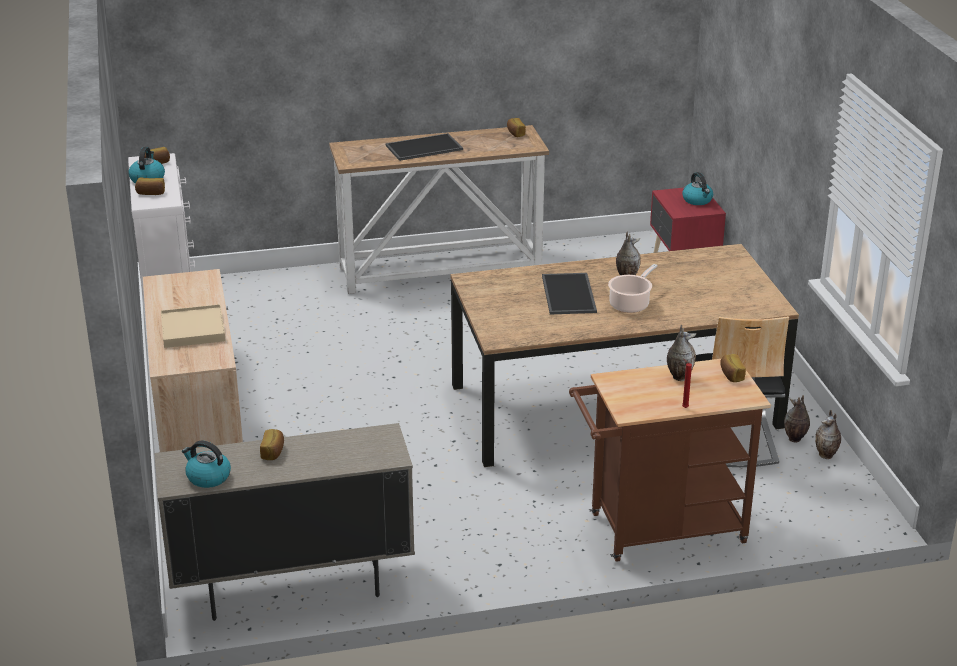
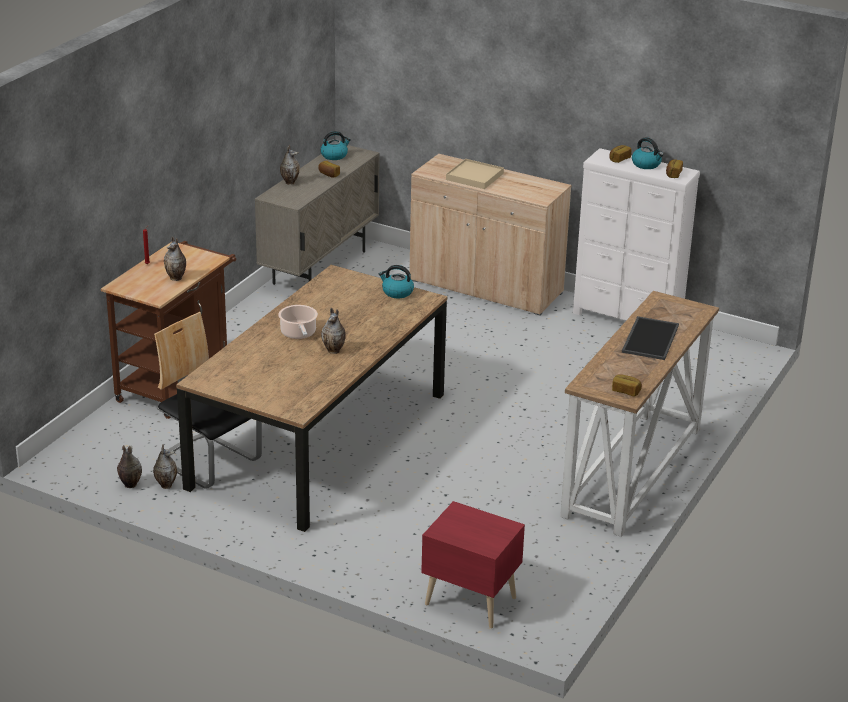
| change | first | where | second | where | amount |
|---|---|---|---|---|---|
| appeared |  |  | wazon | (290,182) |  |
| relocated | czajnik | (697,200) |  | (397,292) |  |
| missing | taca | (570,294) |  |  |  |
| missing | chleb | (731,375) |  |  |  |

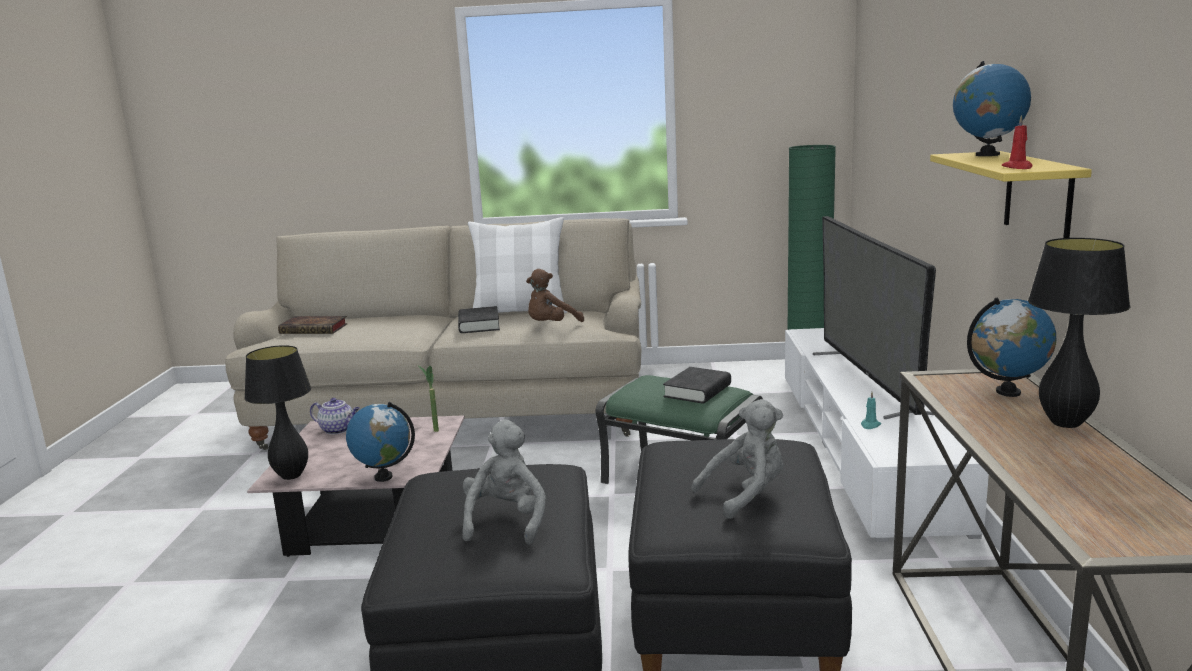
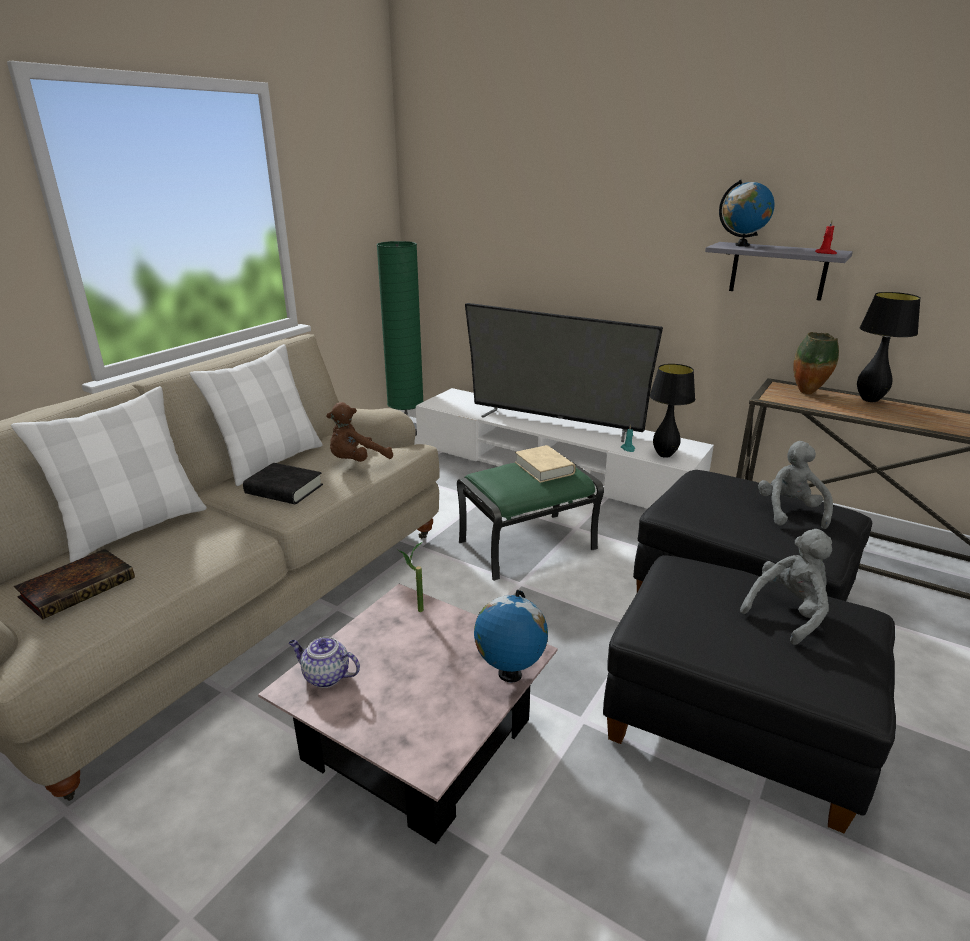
| change | first | where | second | where | amount |
|---|---|---|---|---|---|
| appeared |  |  | poduszka [biały] | (134,527) |  |
| spun | imbryk | (338,430) |  | (325,676) | 120 degrees counterclockwise |
| spun | pluszak [brązowy] | (551,326) |  | (357,462) | 60 degrees clockwise |
| colour | książka [czarny] | (697,391) | książka [beżowy] | (544,468) |  |
| relocated | lampa stołowa [czarny] | (291,476) |  | (664,455) |  |
| colour | półka [żółty] | (1038,197) | półka [szary] | (778,271) |  |
| spun | pluszak [szary] | (506,522) |  | (788,613) | 105 degrees clockwise |
| exchanged | globus | (1008,392) | wazon | (808,393) |  |

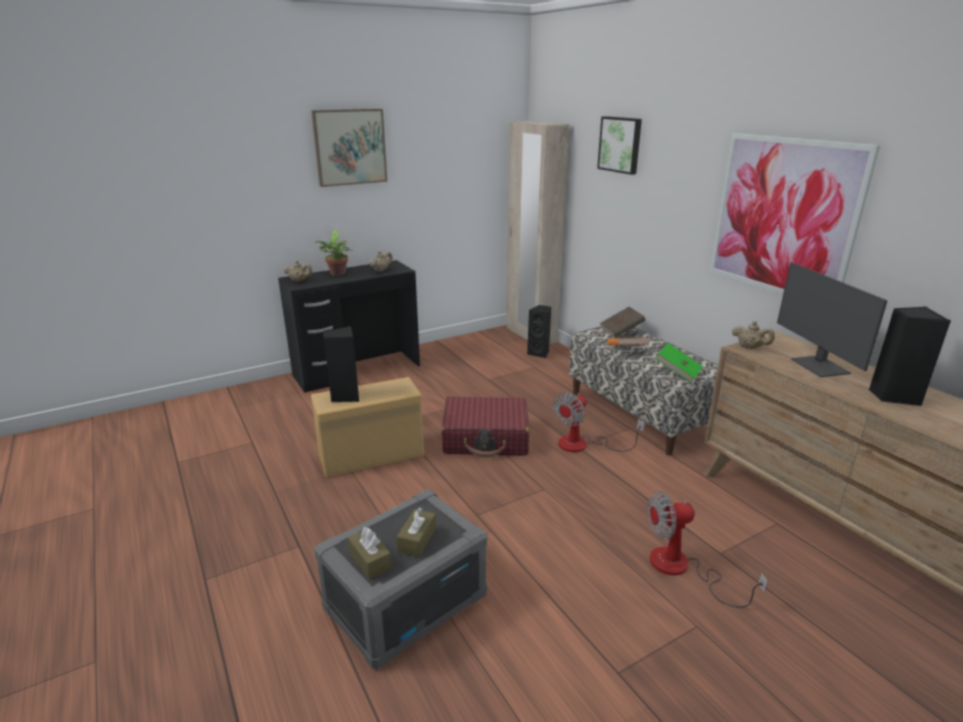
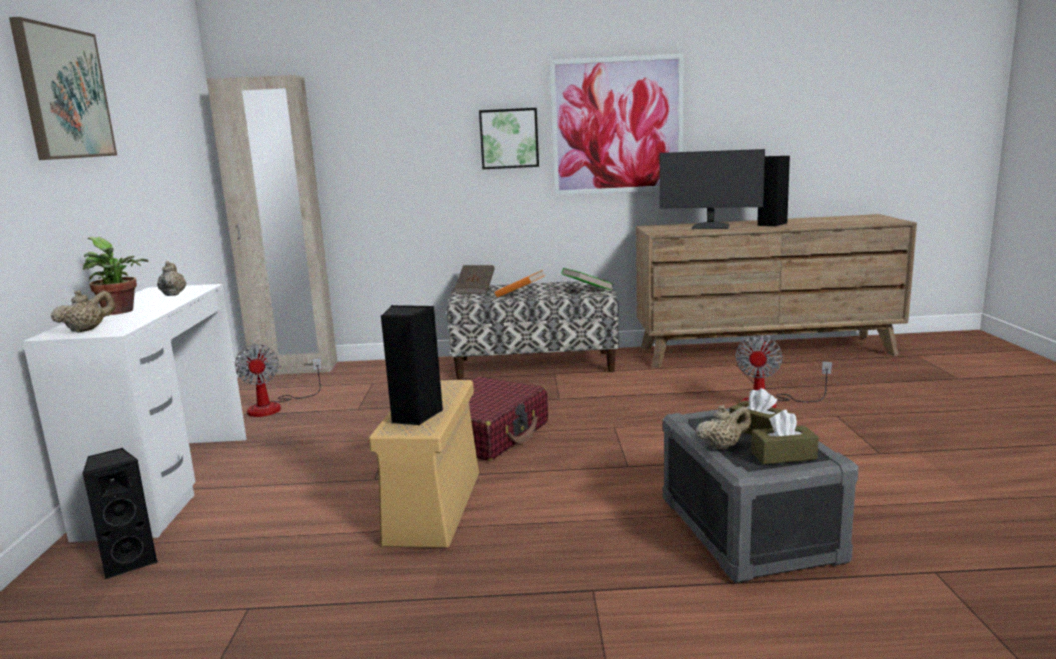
| change | first | where | second | where | amount |
|---|---|---|---|---|---|
| colour | biurko [czarny] | (357,370) | biurko [biały] | (169,483) |  |
| relocated | głośnik [czarny] | (539,353) |  | (130,561) |  |
| relocated | wentylator | (583,445) |  | (274,406) |  |
| relocated | obraz | (620,144) |  | (509,138) |  |
| relocated | imbryk [beżowy] | (750,347) |  | (722,447) |  |

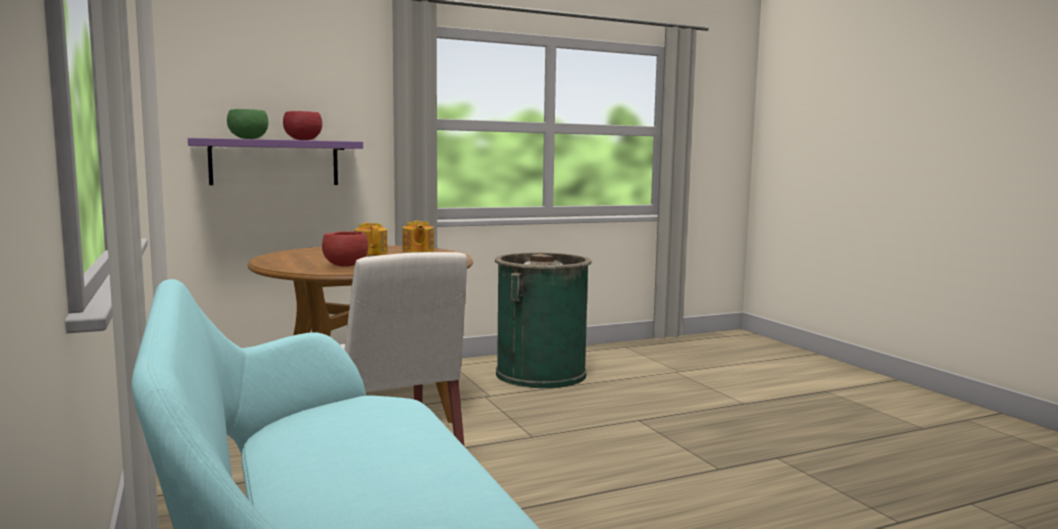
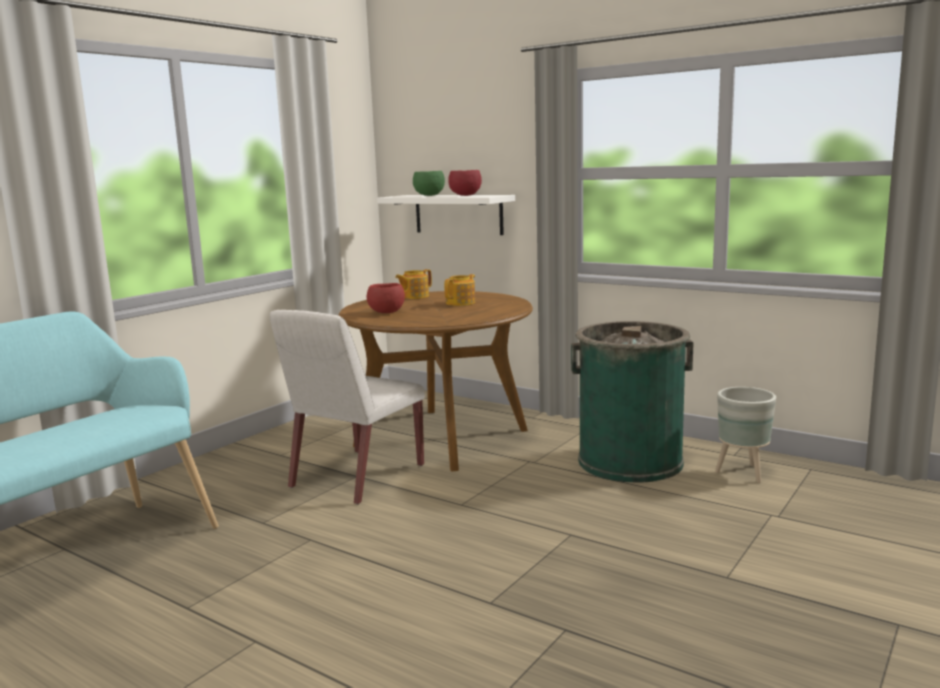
| change | first | where | second | where | amount |
|---|---|---|---|---|---|
| colour | półka [fioletowy] | (274,162) | półka [biały] | (458,214) |  |
| relocated | imbryk | (417,250) |  | (414,296) |  |
| appeared |  |  | donica [szary] | (743,473) |  |

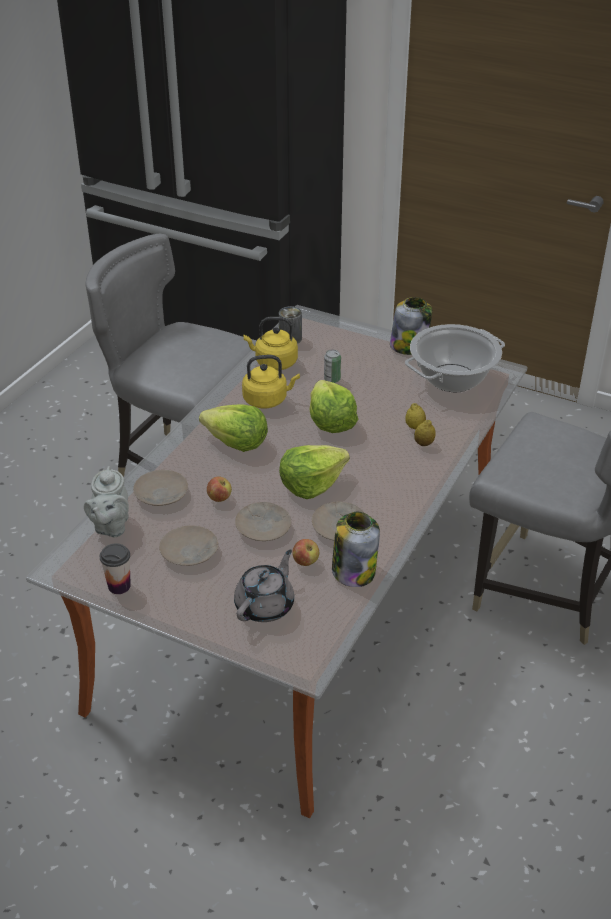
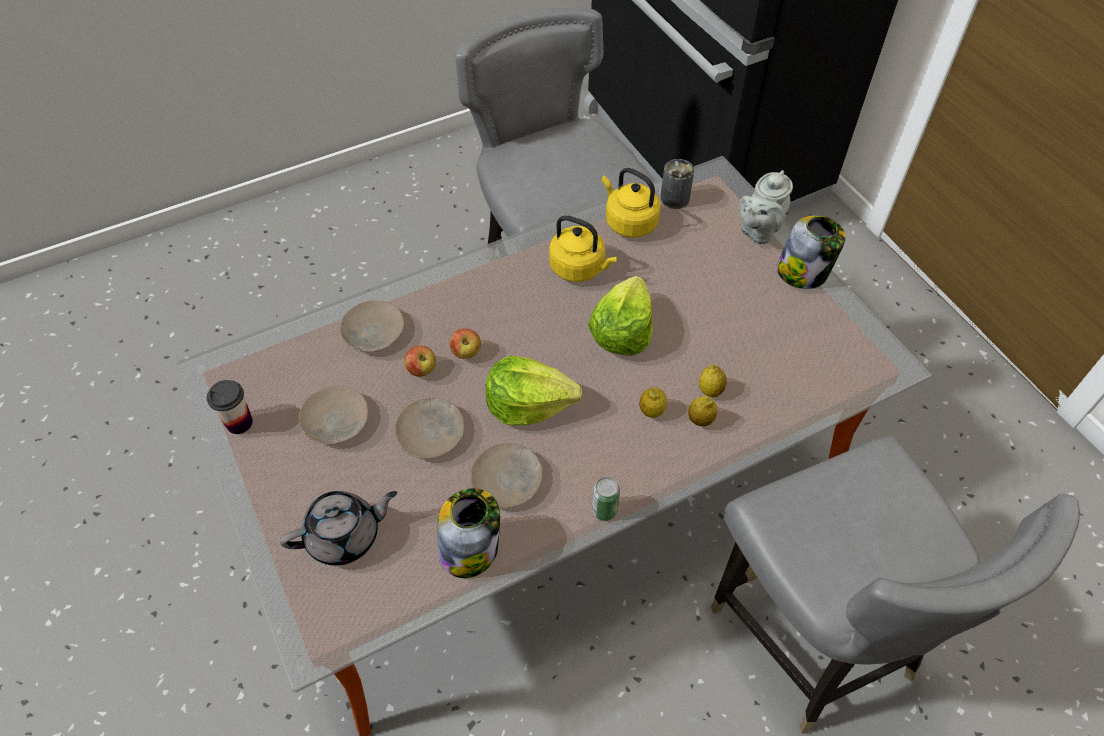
| change | first | where | second | where | amount |
|---|---|---|---|---|---|
| relocated | jabłko | (305,562) |  | (466,352) |  |
| relocated | puszka | (332,379) |  | (604,510) |  |
| appeared |  |  | cytryna | (651,411) |  |
| relocated | imbryk [szary] | (111,526) |  | (758,231) |  |
| missing | sałata | (236,442) |  |  |  |
| missing | garnek | (452,379) |  |  |  |

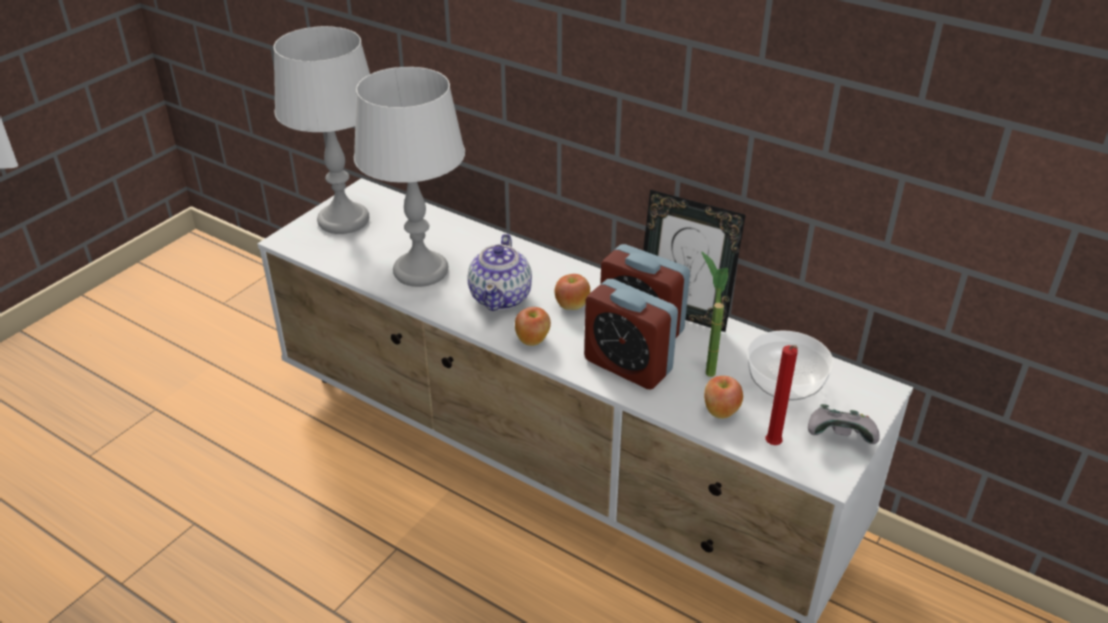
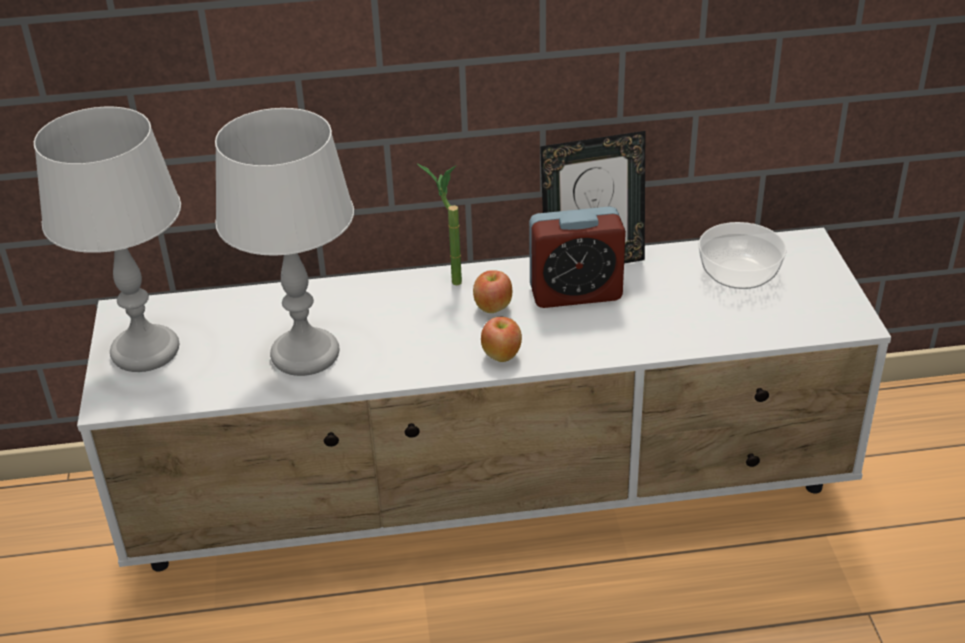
| change | first | where | second | where | amount |
|---|---|---|---|---|---|
| relocated | roślina doniczkowa | (706,367) |  | (447,279) |  |
| missing | imbryk | (501,297) |  |  |  |
| missing | budzik | (628,365) |  |  |  |
| missing | jabłko | (720,411) |  |  |  |
| missing | świeca [czerwony] | (773,446) |  |  |  |
| missing | pad do gier [szary] | (839,438) |  |  |  |

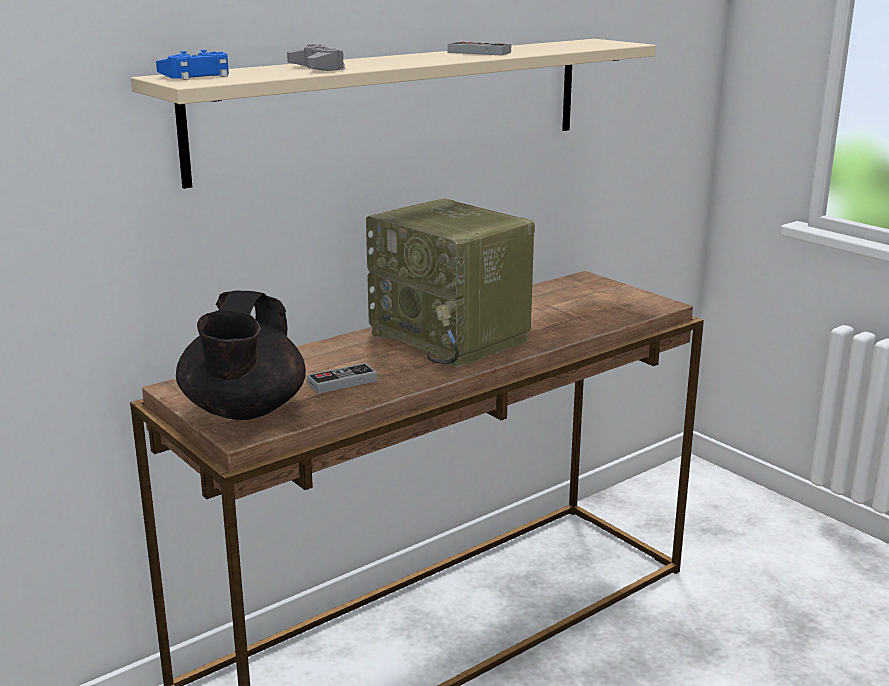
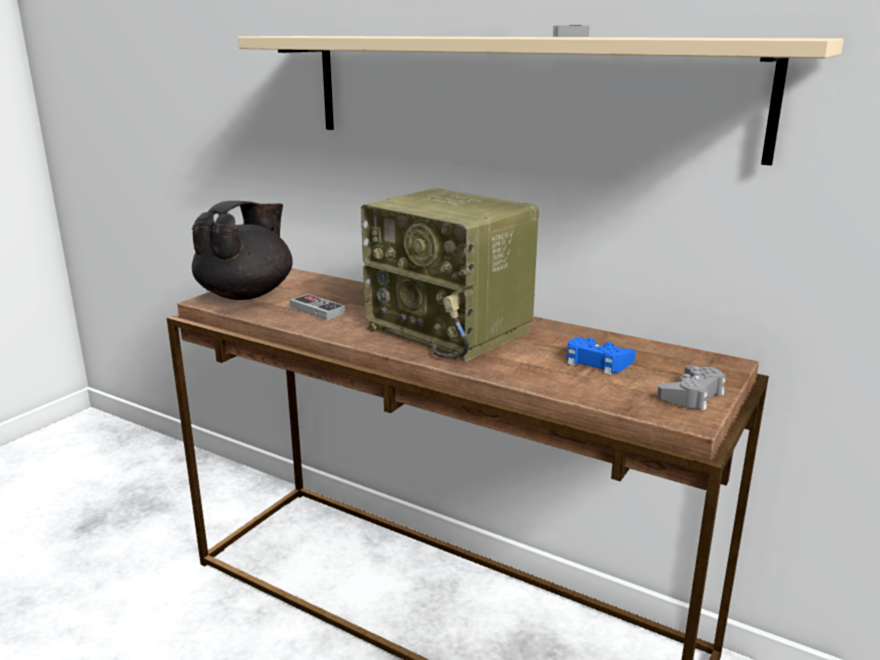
| change | first | where | second | where | amount |
|---|---|---|---|---|---|
| spun | imbryk [czarny] | (244,411) |  | (247,294) | 135 degrees clockwise |
| spun | radio | (452,337) |  | (452,330) | 75 degrees counterclockwise |
| relocated | pad do gier [niebieski] | (197,75) |  | (596,362) |  |
| relocated | pad do gier [szary] | (317,68) |  | (692,395) |  |

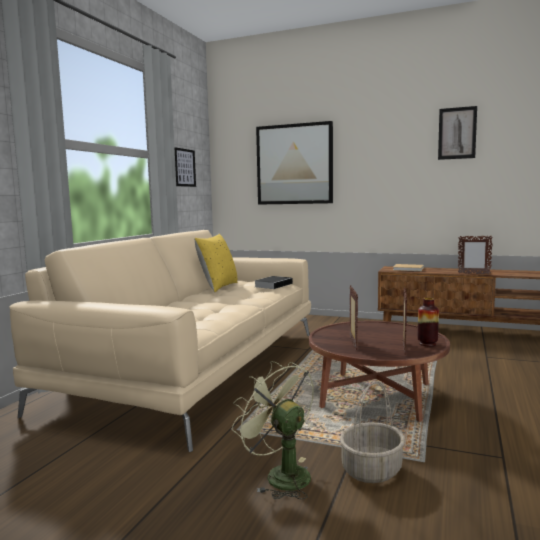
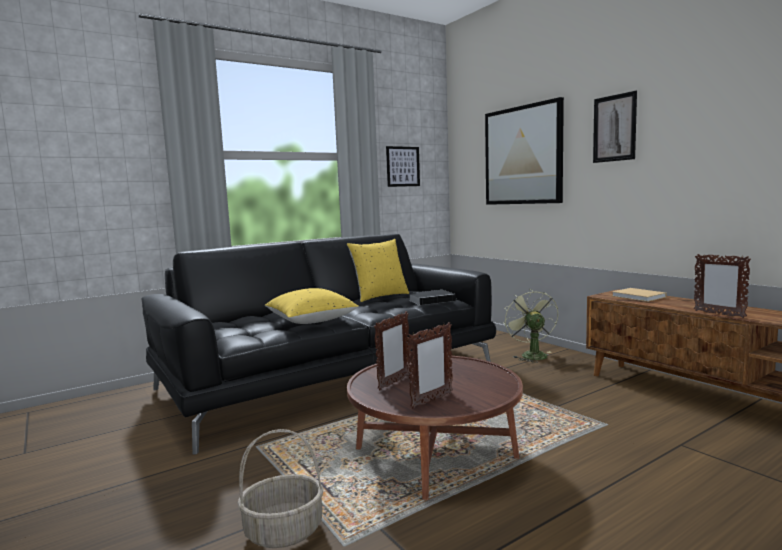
| change | first | where | second | where | amount |
|---|---|---|---|---|---|
| colour | kanapa [beżowy] | (197,367) | kanapa [czarny] | (331,377) |  |
| appeared |  |  | poduszka [żółty] | (311,321) |  |
| relocated | wentylator [zielony] | (280,475) |  | (531,355) |  |
| relocated | obraz | (457,133) |  | (614,128) |  |
| missing | wazon | (427,344) |  |  |  |

